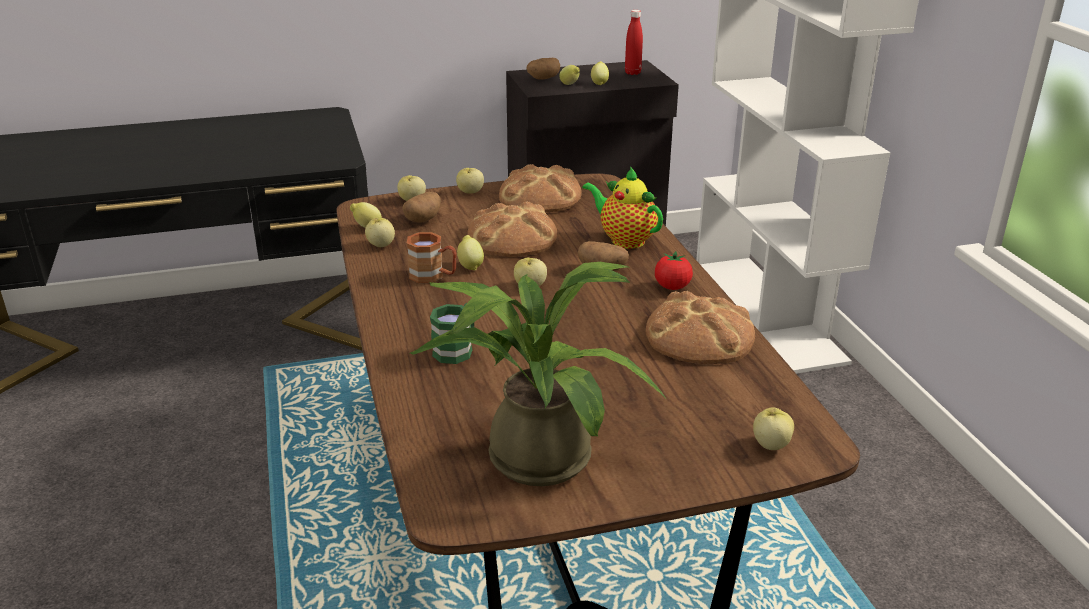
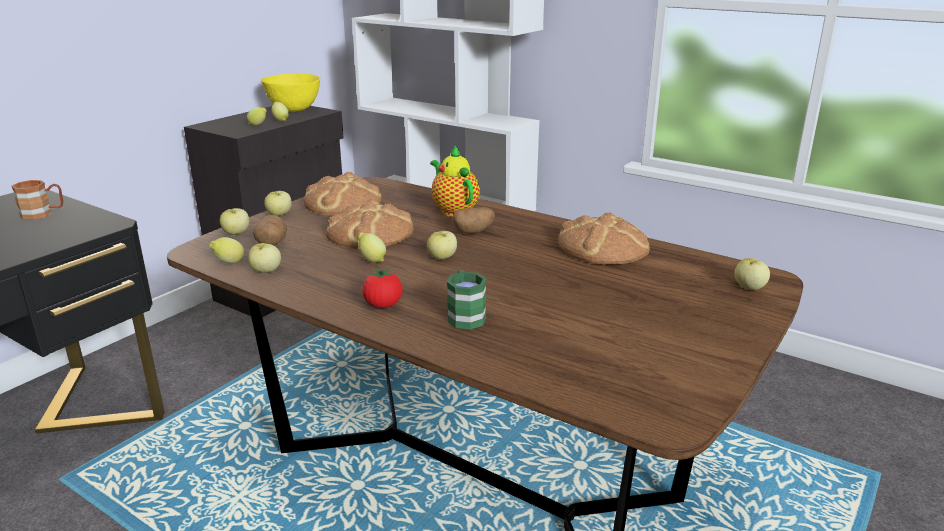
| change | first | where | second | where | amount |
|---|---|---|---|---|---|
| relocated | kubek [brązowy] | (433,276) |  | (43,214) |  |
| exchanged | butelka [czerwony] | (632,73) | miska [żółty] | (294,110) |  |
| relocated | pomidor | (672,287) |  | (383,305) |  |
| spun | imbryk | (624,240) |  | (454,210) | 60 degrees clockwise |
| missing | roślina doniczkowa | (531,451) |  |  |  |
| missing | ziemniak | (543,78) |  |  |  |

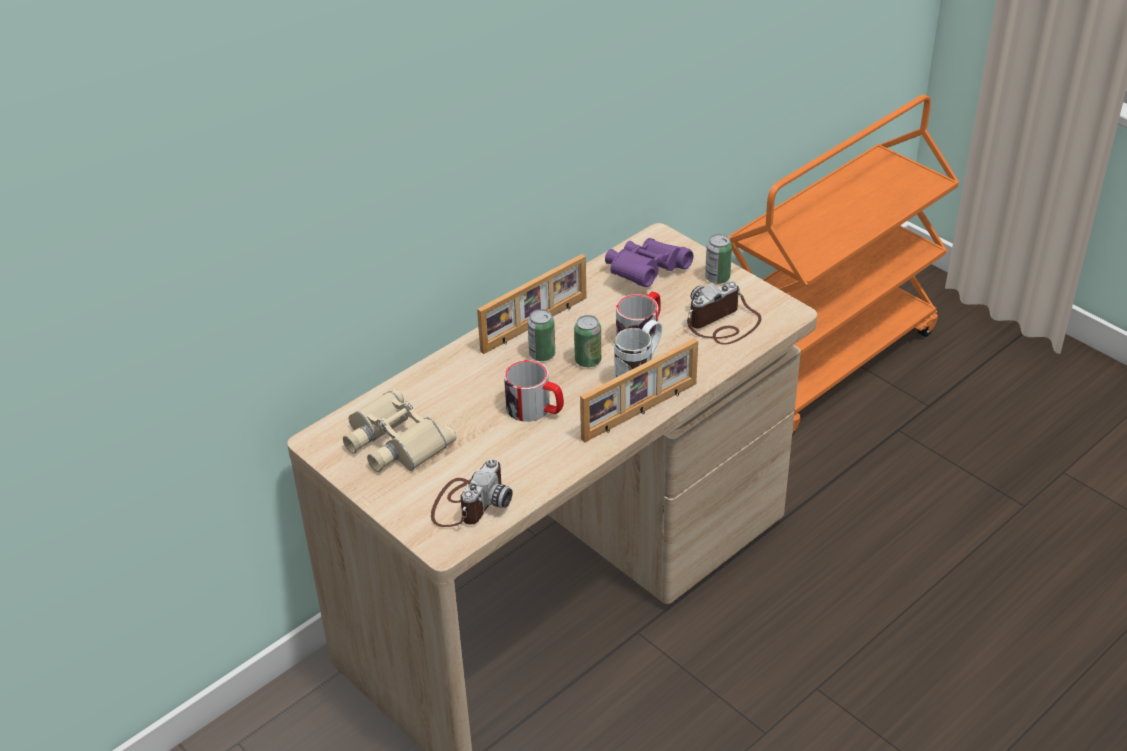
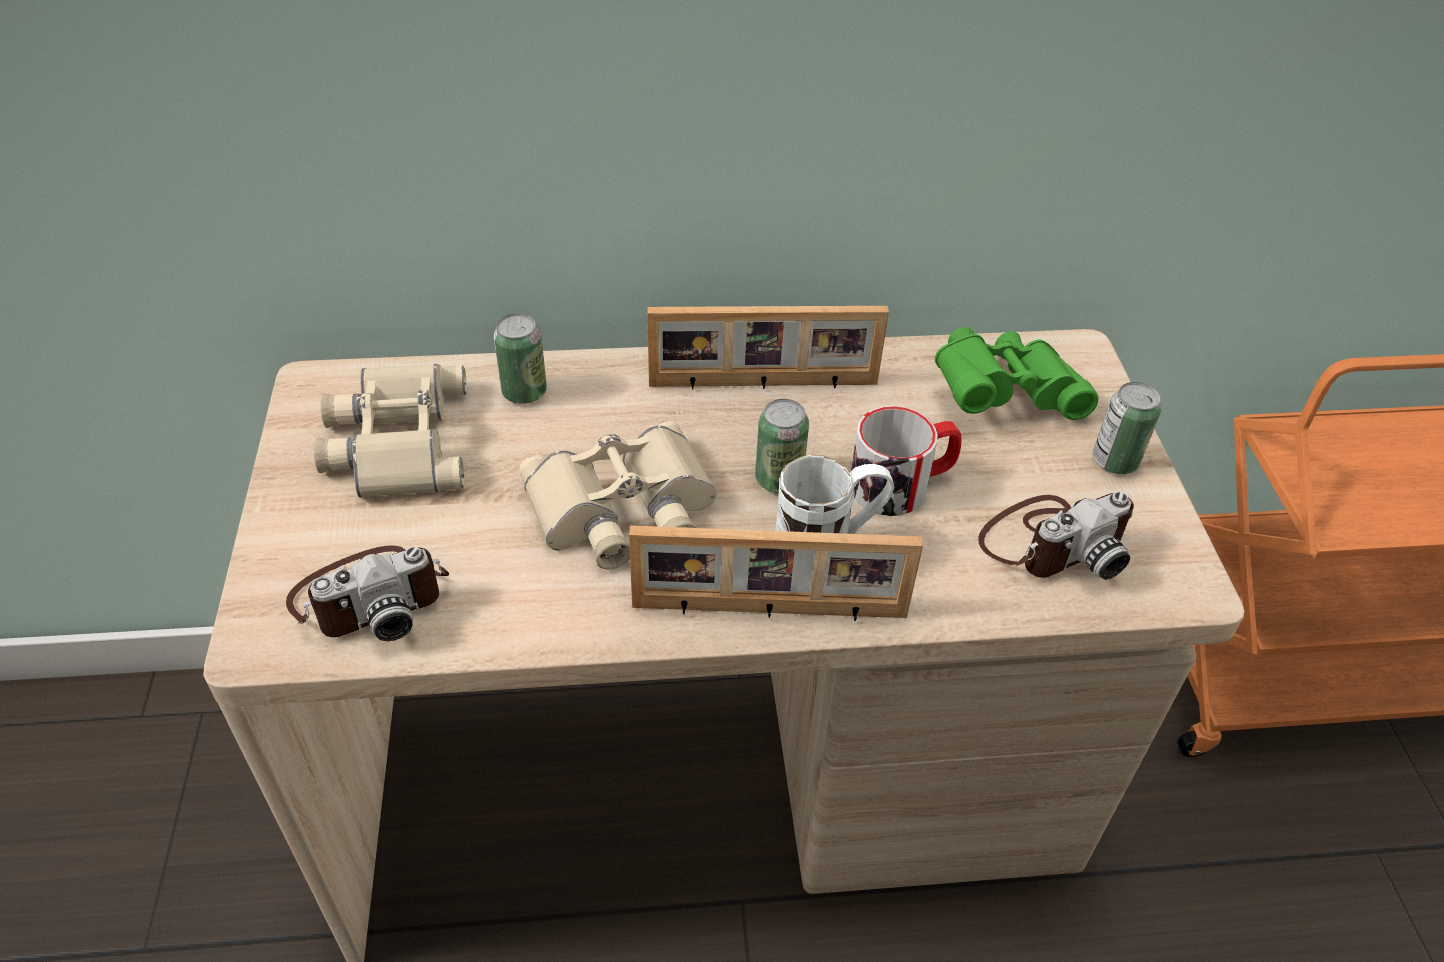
| change | first | where | second | where | amount |
|---|---|---|---|---|---|
| relocated | puszka | (542,354) |  | (524,392) |  |
| exchanged | kubek | (535,409) | lornetka [beżowy] | (623,509) |  |
| colour | lornetka [fioletowy] | (645,274) | lornetka [zielony] | (1003,395) |  |
| spun | aparat fotograficzny | (723,324) |  | (1052,541) | 150 degrees clockwise |

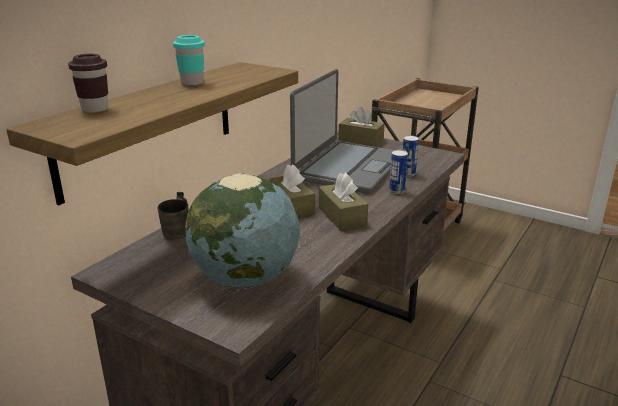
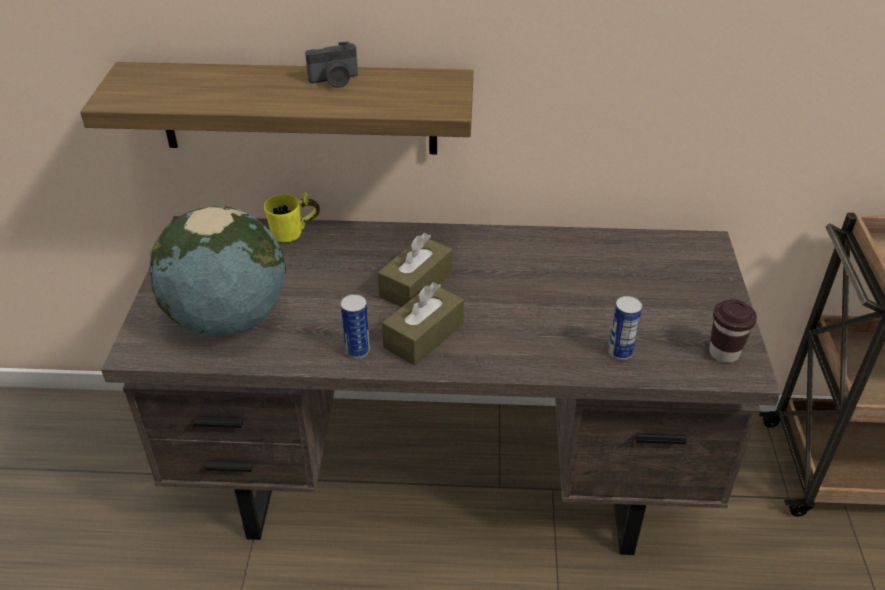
| change | first | where | second | where | amount |
|---|---|---|---|---|---|
| colour | kubek [szary] | (181,232) | kubek [żółty] | (294,236) |  |
| exchanged | filiżanka [turkusowy] | (192,83) | aparat fotograficzny | (335,81) |  |
| relocated | puszka | (397,191) |  | (357,351) |  |
| relocated | filiżanka [brązowy] | (95,109) |  | (723,353) |  |
| missing | laptop | (348,168) |  |  |  |
| missing | pudełko chusteczek [brązowy] | (361,140) |  |  |  |

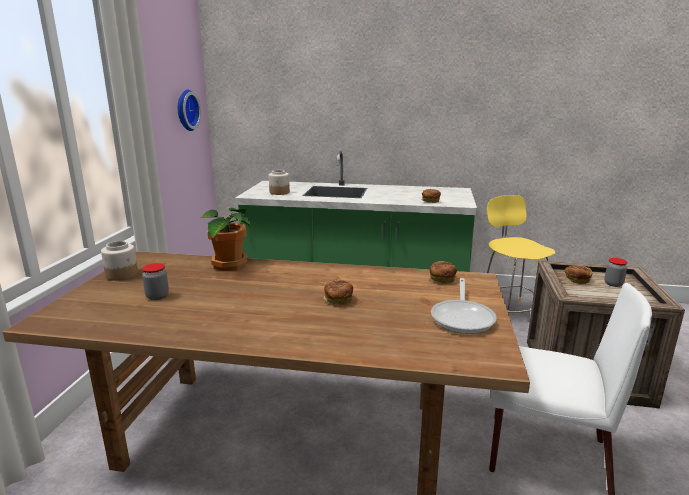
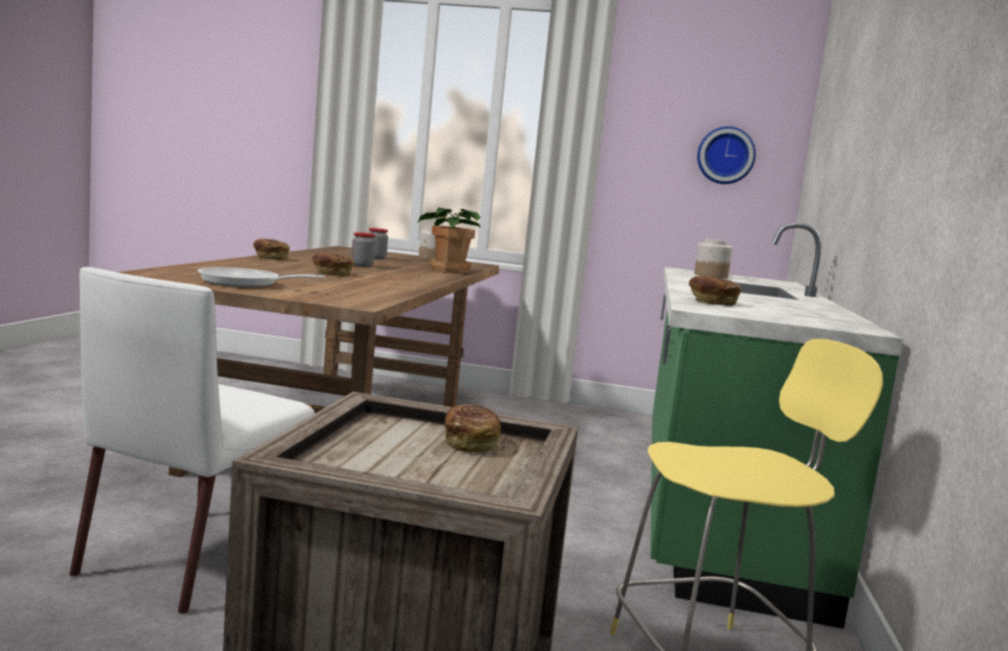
| change | first | where | second | where | amount |
|---|---|---|---|---|---|
| relocated | chleb | (441,279) |  | (270,258) |  |
| relocated | słoik | (613,284) |  | (362,266) |  |

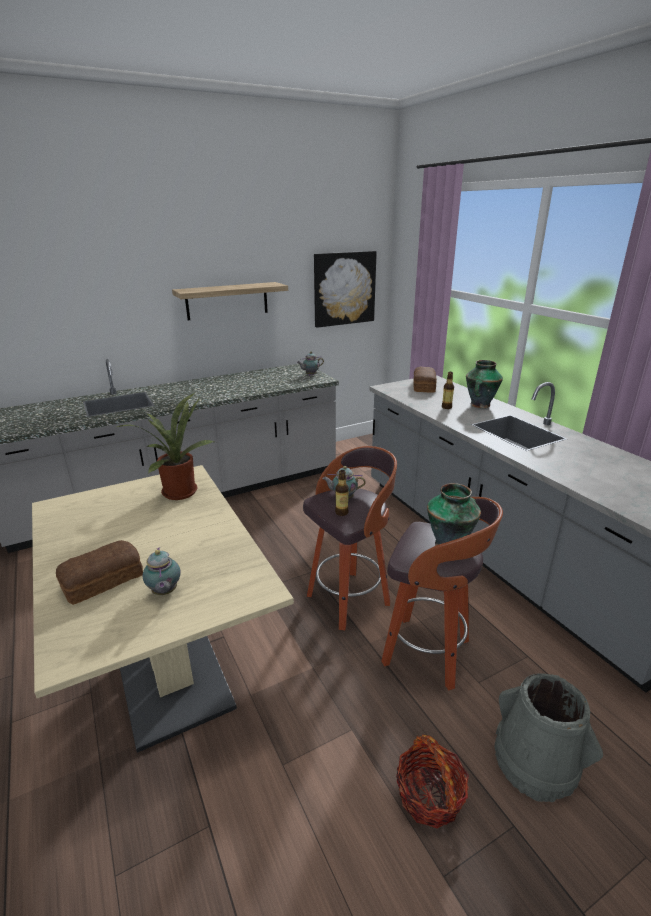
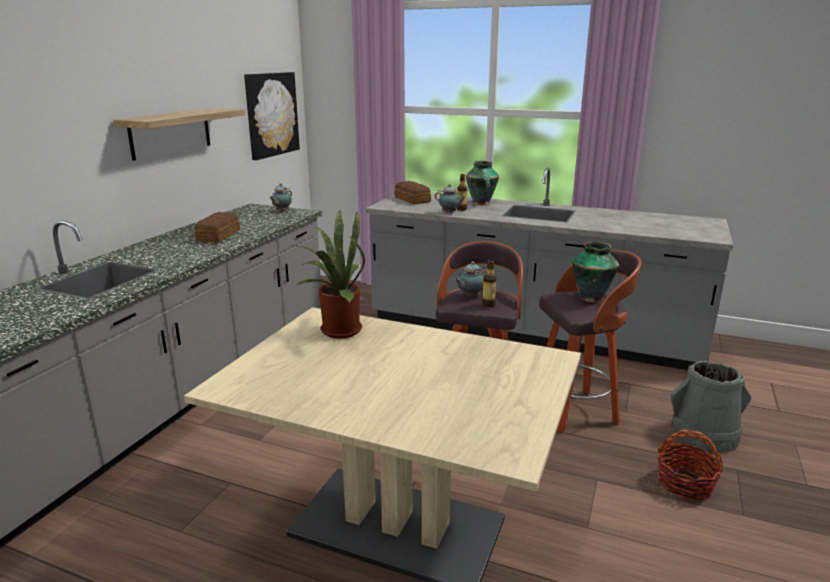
| change | first | where | second | where | amount |
|---|---|---|---|---|---|
| relocated | chleb | (101,580) |  | (217,236) |  |
| relocated | imbryk | (164,592) |  | (449,213) |  |

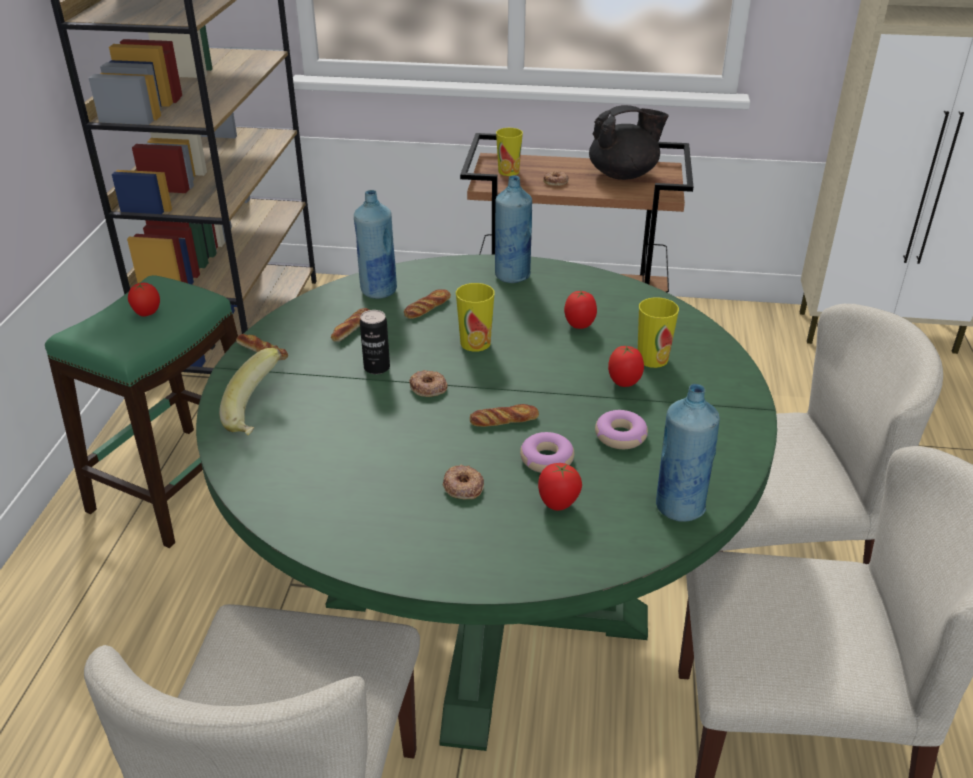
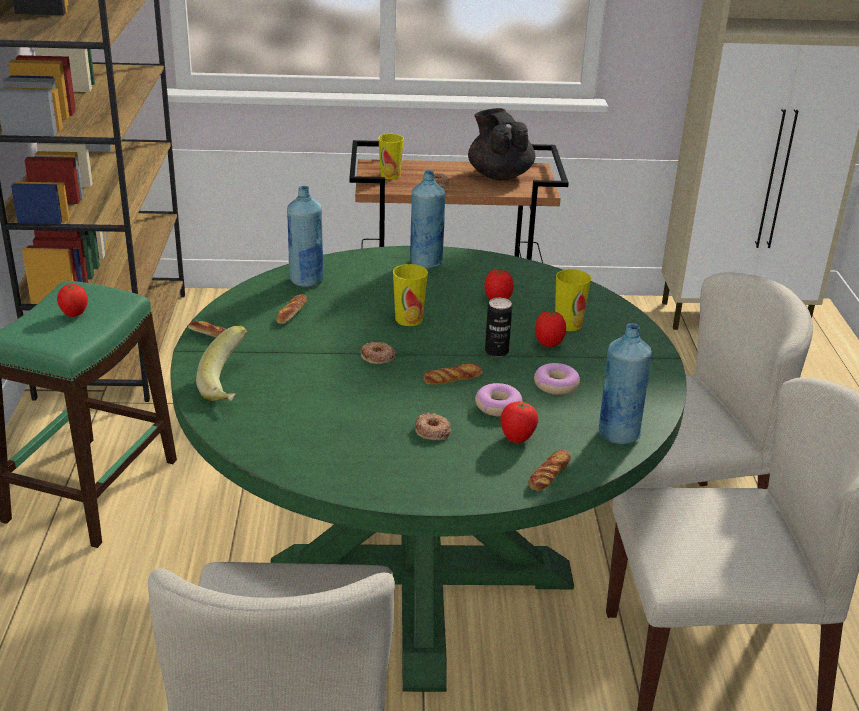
| change | first | where | second | where | amount |
|---|---|---|---|---|---|
| spun | imbryk [czarny] | (624,175) |  | (499,175) | 90 degrees counterclockwise |
| relocated | puszka | (377,368) |  | (496,351) |  |
| relocated | chleb | (427,308) |  | (549,474) |  |

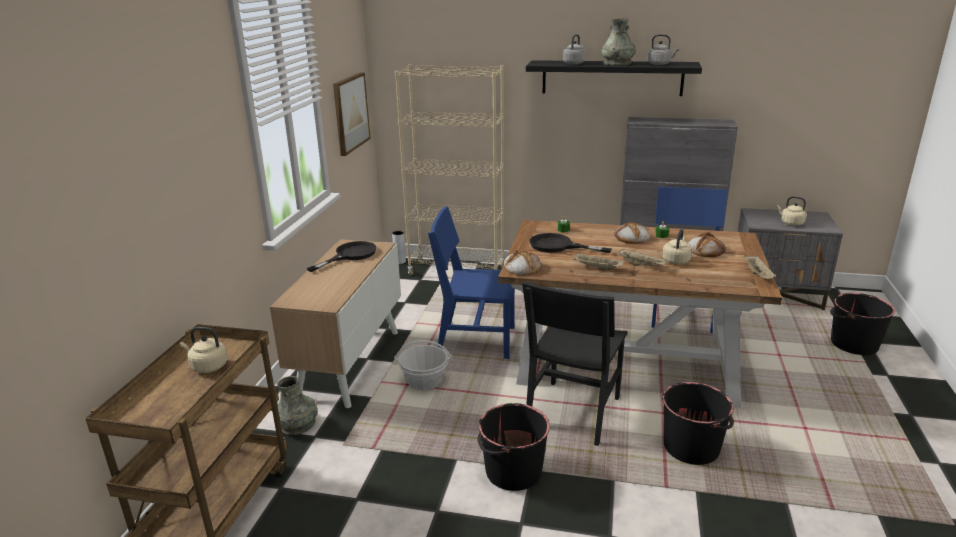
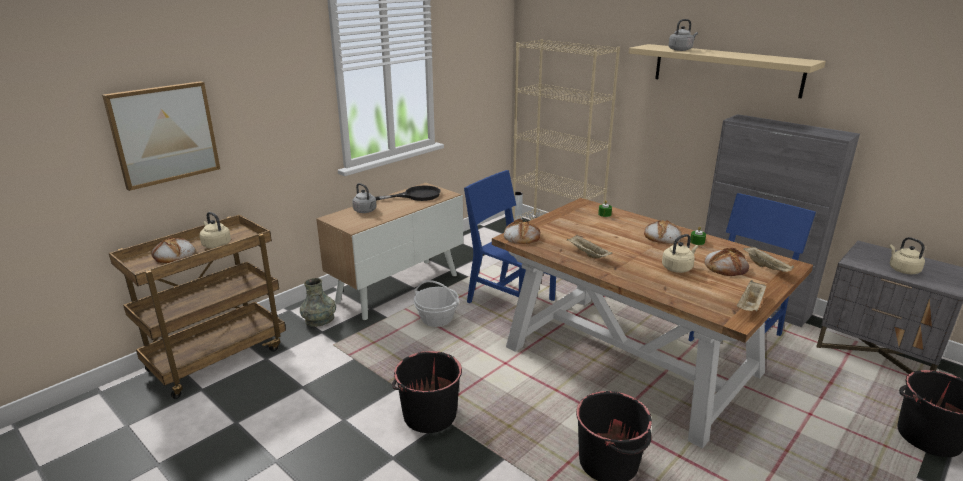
| change | first | where | second | where | amount |
|---|---|---|---|---|---|
| relocated | obraz | (350,113) |  | (164,134) |  |
| appeared |  |  | chleb | (173,255) |  |
| relocated | czajnik [szary] | (660,64) |  | (366,211) |  |
| colour | półka [czarny] | (612,78) | półka [beżowy] | (726,70) |  |
| relocated | taca [beżowy] | (642,265) |  | (766,267) |  |
| missing | krzesło [czarny] | (573,412) |  |  |  |
| missing | patelnia [czarny] | (558,246) |  |  |  |
| missing | wazon [szary] | (617,63) |  |  |  |

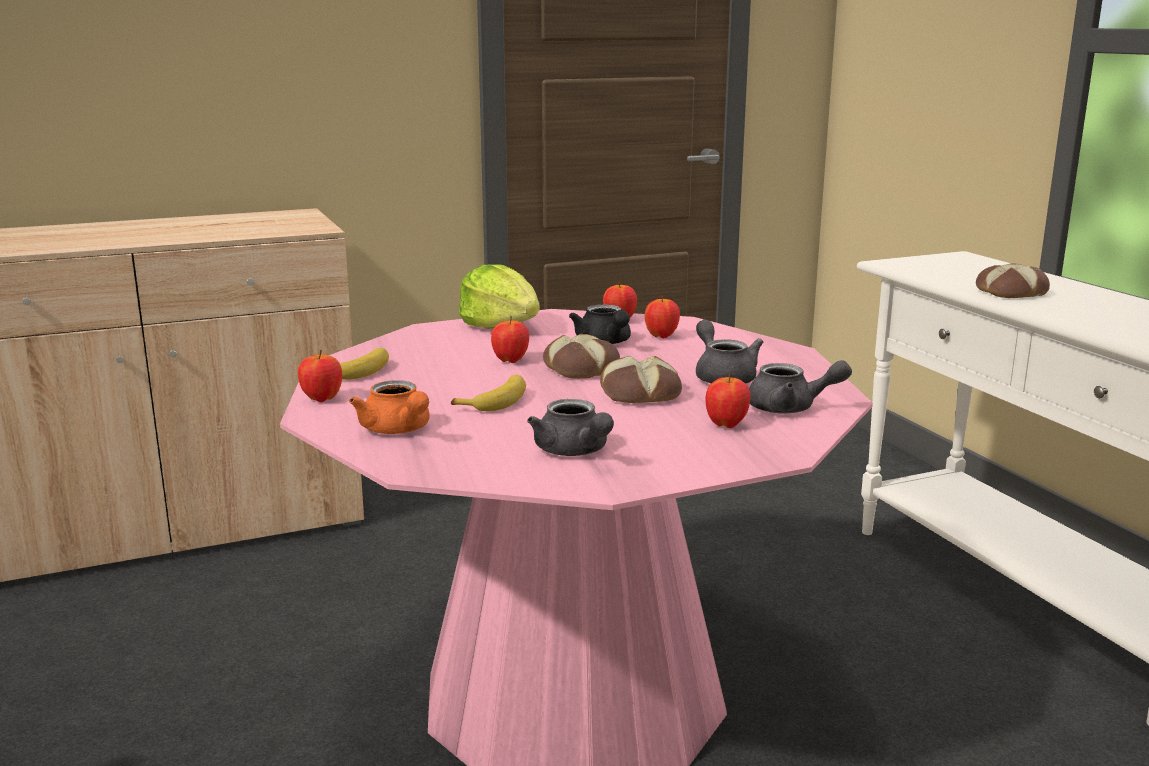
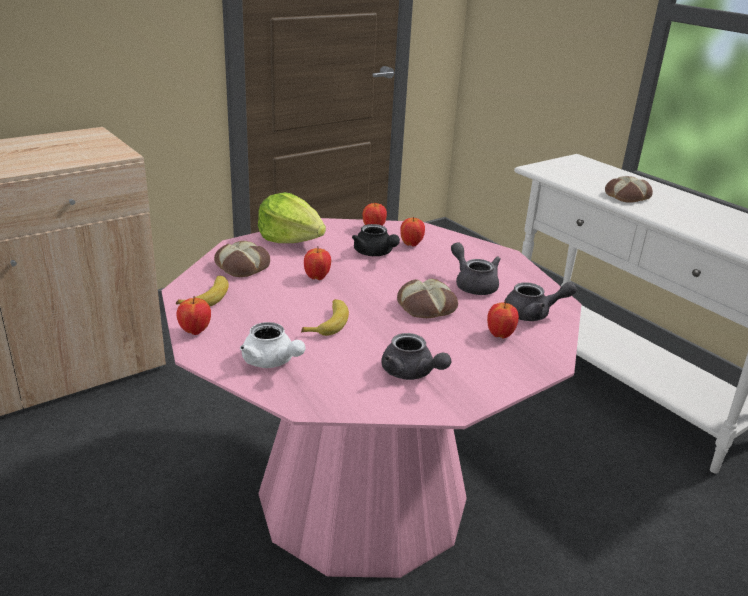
| change | first | where | second | where | amount |
|---|---|---|---|---|---|
| relocated | chleb | (582,368) |  | (243,266) |  |
| colour | imbryk [pomarańczowy] | (398,430) | imbryk [biały] | (272,362) |  |

